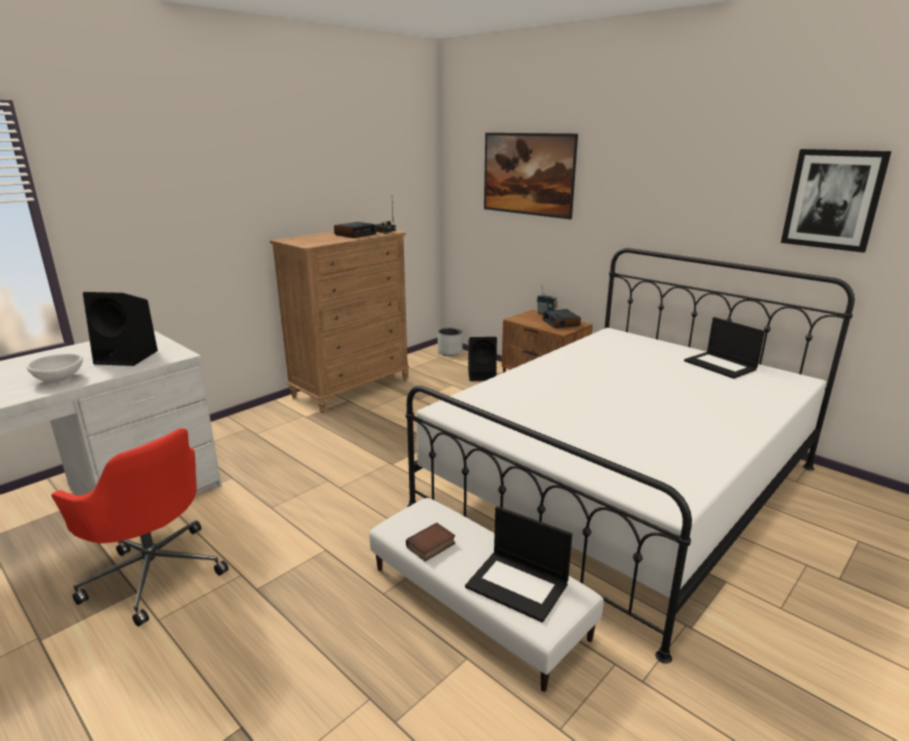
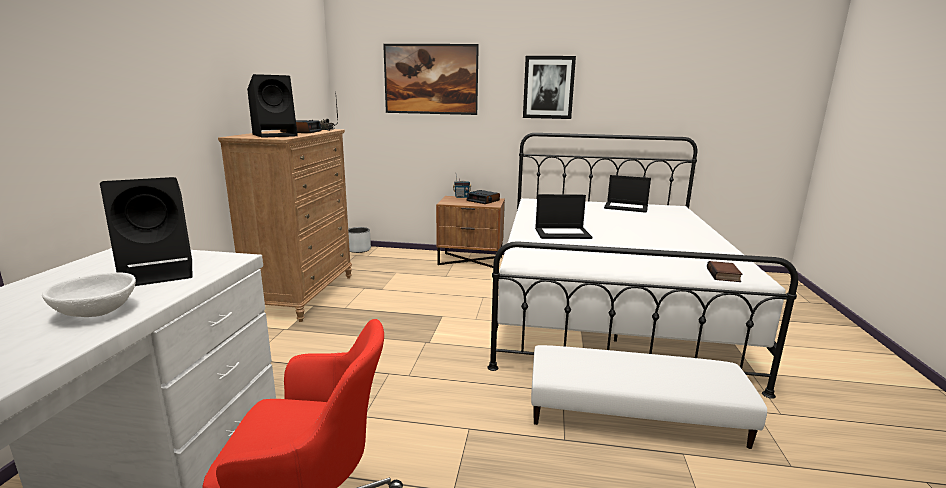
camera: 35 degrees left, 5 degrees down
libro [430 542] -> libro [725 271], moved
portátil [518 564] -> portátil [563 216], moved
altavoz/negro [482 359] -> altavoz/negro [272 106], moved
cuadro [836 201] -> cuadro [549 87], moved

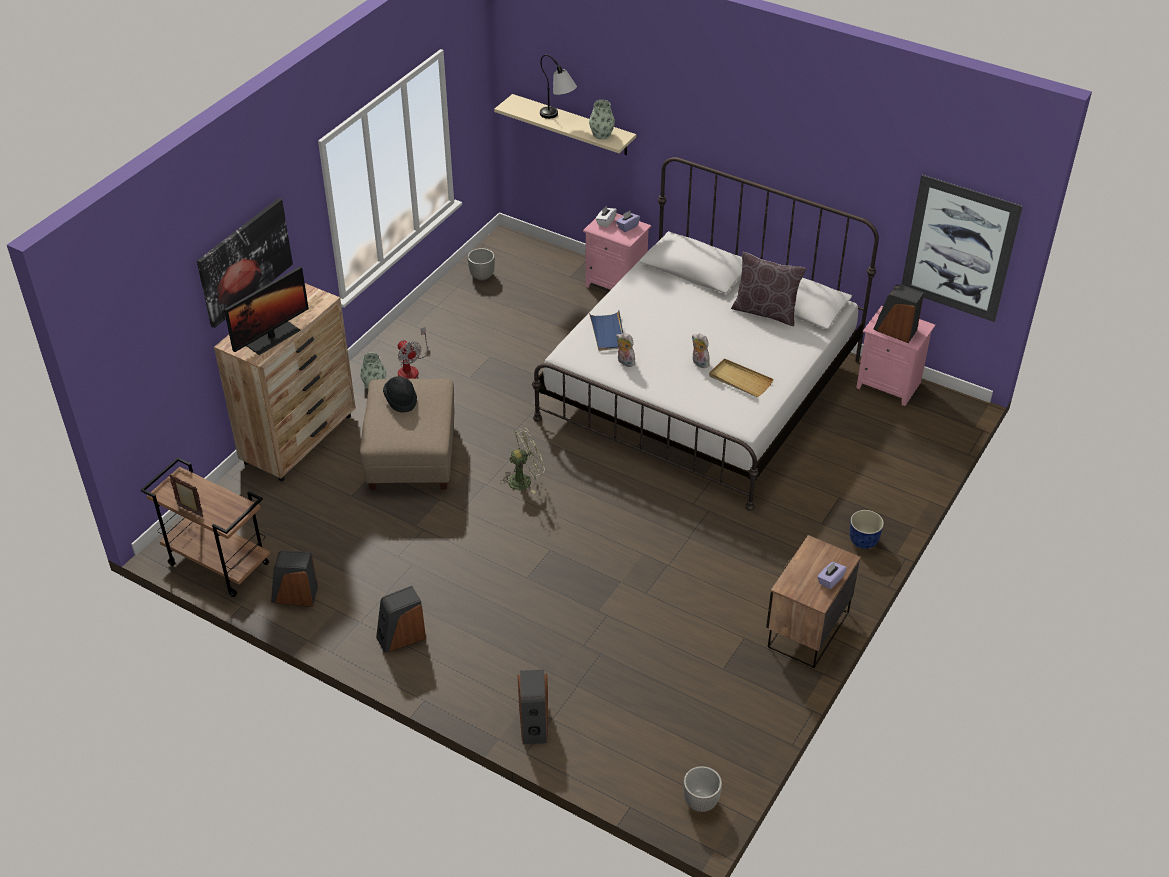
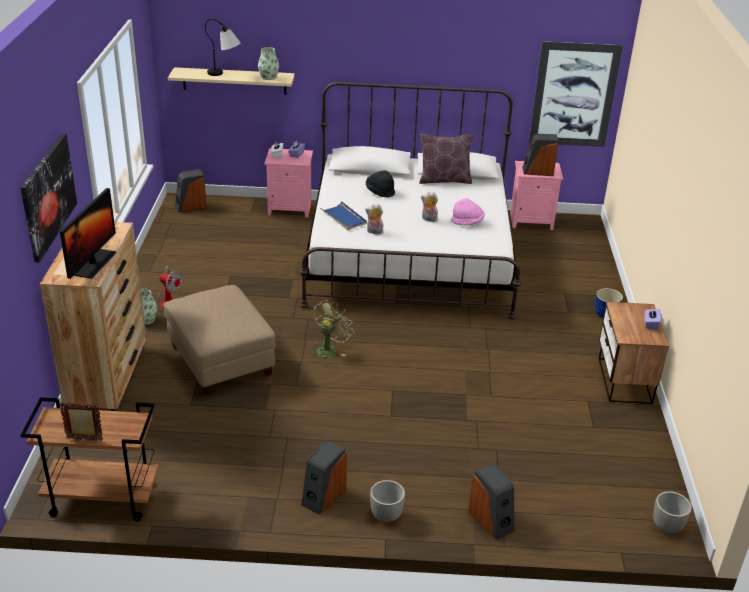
camera: 30 degrees left, 10 degrees down
altavoz [294 579] -> altavoz [191 190], moved
sombrero/negro [400 394] -> sombrero/negro [380 184], moved
maceta [481 264] -> maceta [387 501], moved
bandeja/beis [741 377] -> sombrero/rosa [468 212]

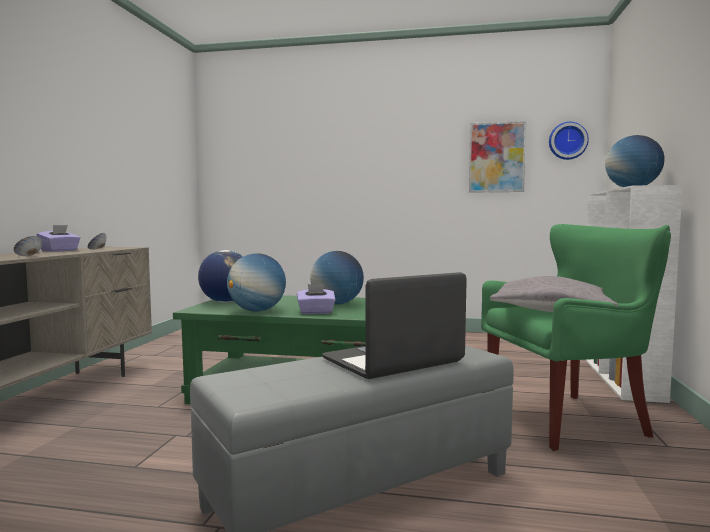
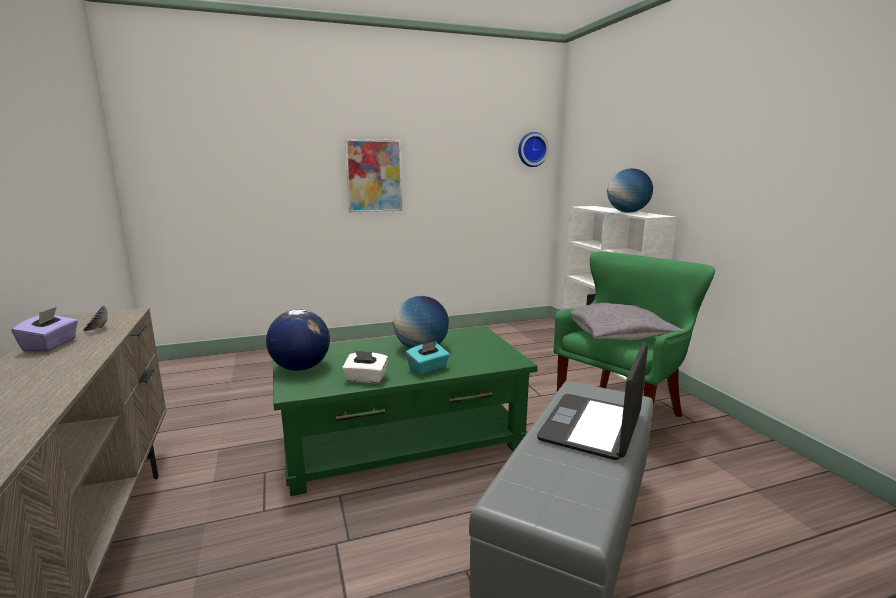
camera: 30 degrees left, 10 degrees up
cuenco [28 246] -> none
cuadro [497 157] -> cuadro [373 175], moved
globo terráqueo [256 282] -> caja de pañuelos/blanco [365 366]
caja de pañuelos/morado [316 299] -> caja de pañuelos/turquesa [428 358]

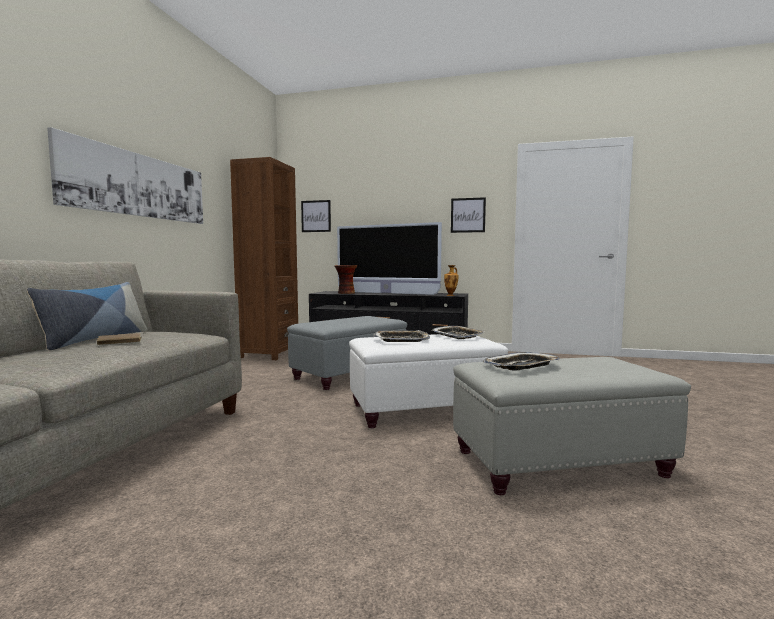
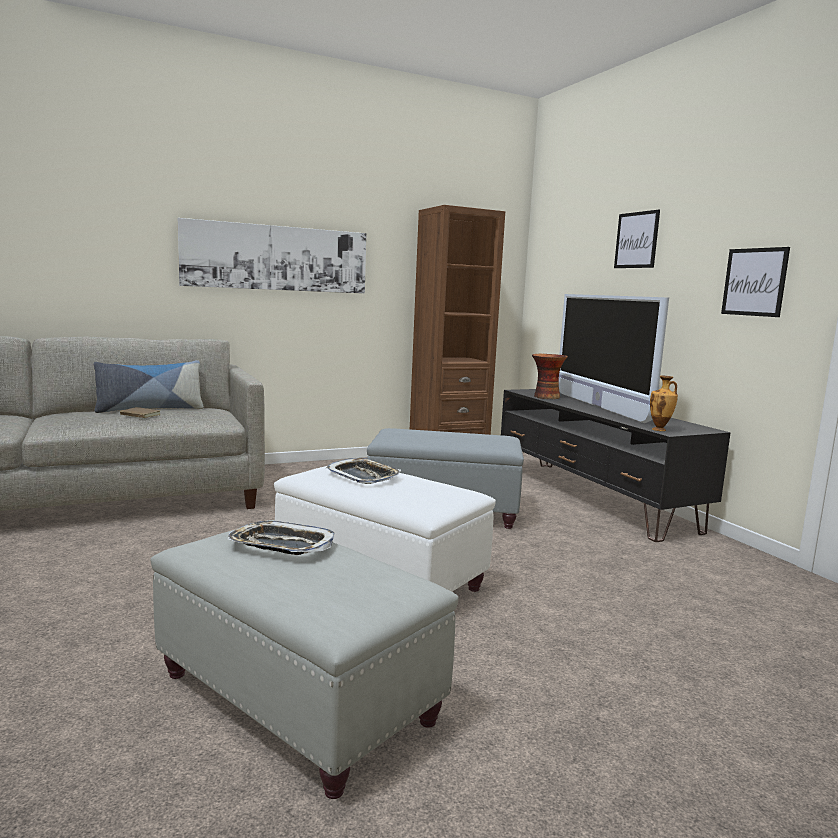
camera: 50 degrees right, 5 degrees up
bandeja [458 332] -> none
cuadro [316 216] -> cuadro [637 239], moved

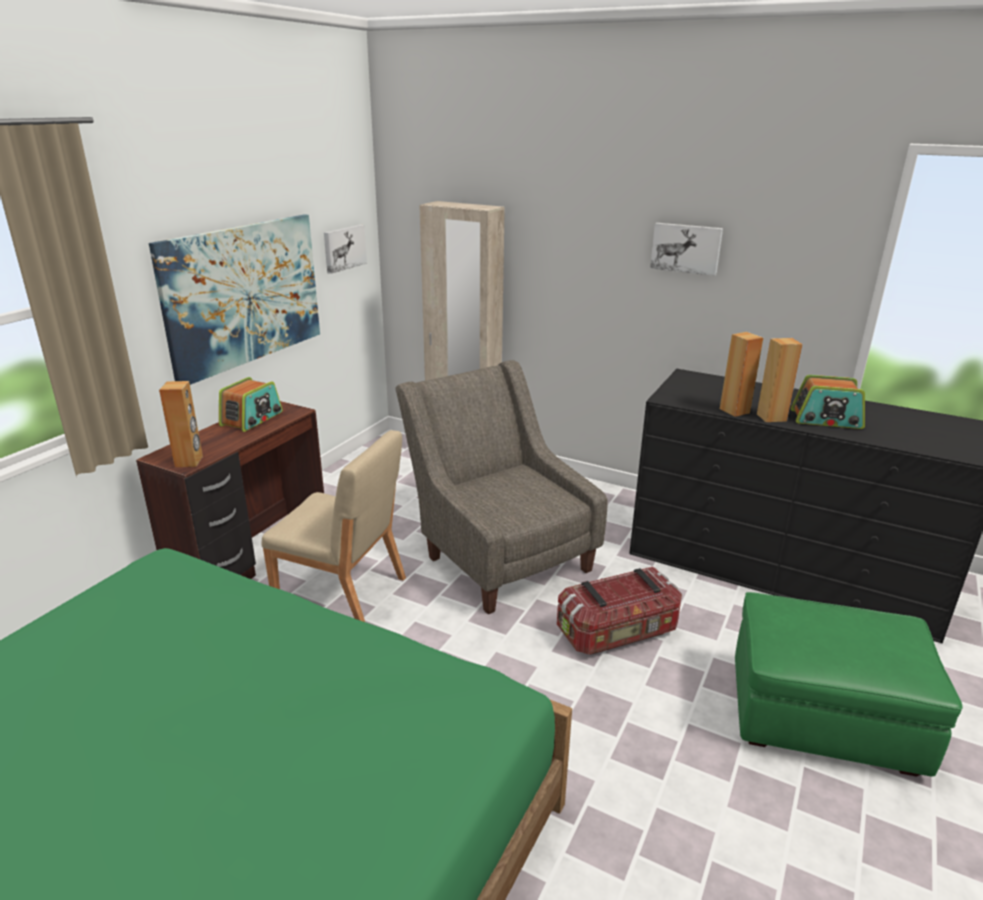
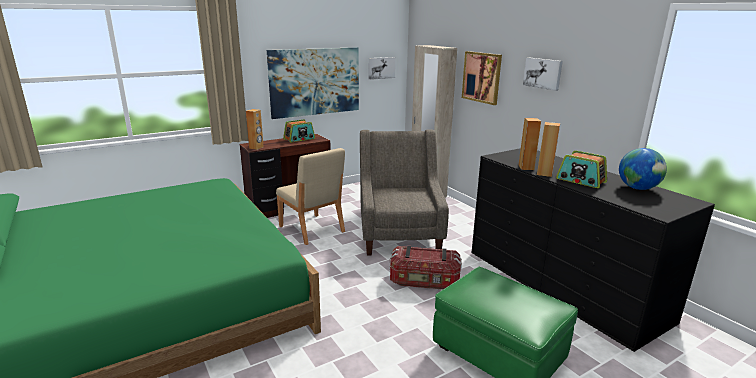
camera: 30 degrees right, 5 degrees down
none -> cuadro [482 78]
none -> globo terráqueo [643 169]

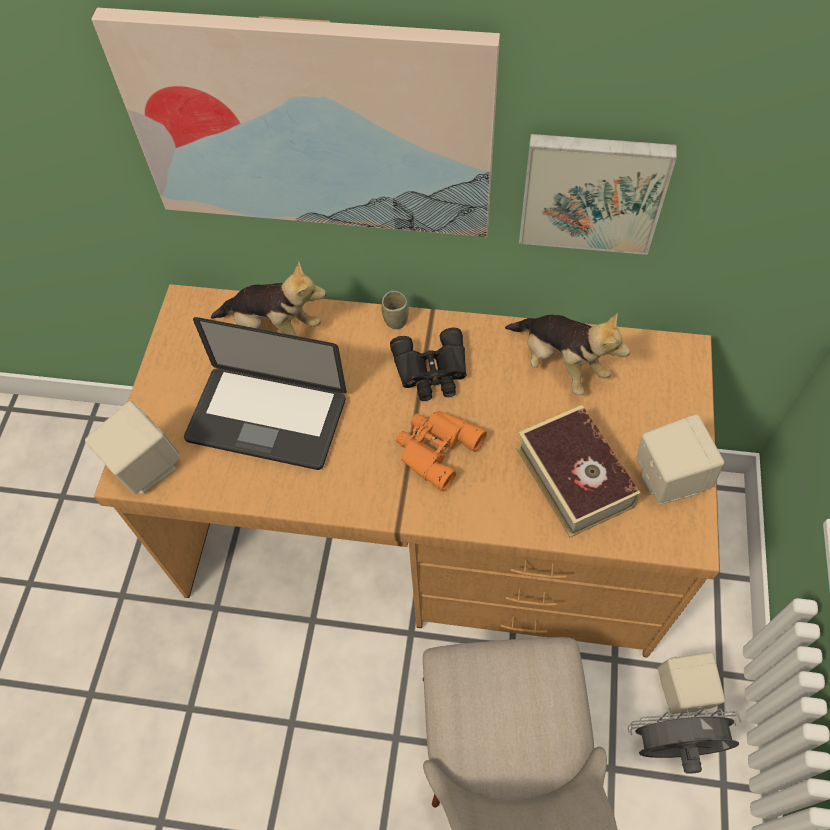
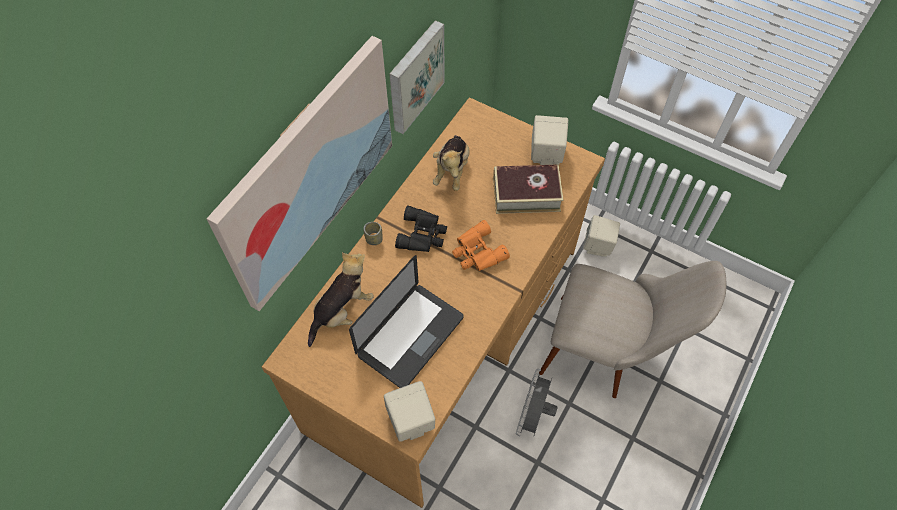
camera: 70 degrees left, 0 degrees up
ventilador/gris [684 741] -> ventilador/gris [537 402], moved
peluche [567 354] -> peluche [451 163], 120 degrees clockwise

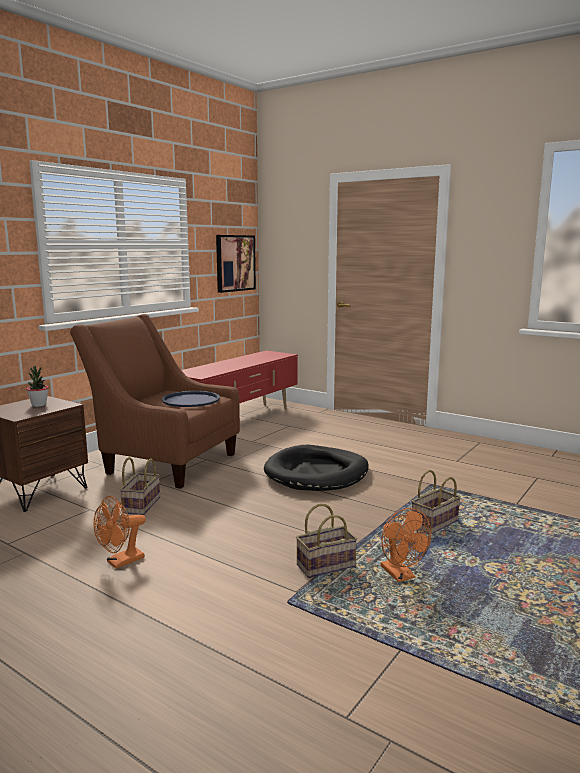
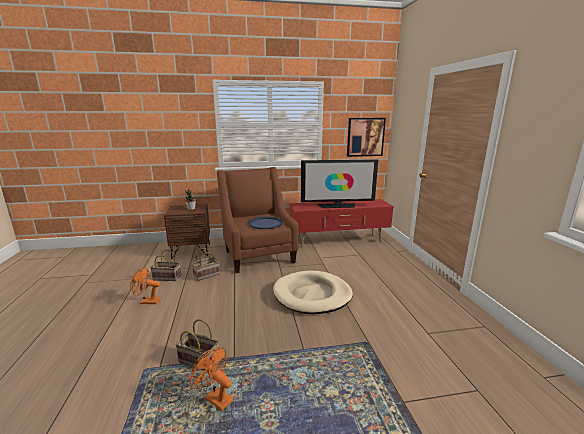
camera: 45 degrees right, 5 degrees up
none -> televisor [339 183]
cesta [436 502] -> cesta [165 265], moved
cama para perro/negro [316 468] -> cama para perro/beis [313 292]
ventilador/naranja [405 545] -> ventilador/naranja [211 379], 105 degrees clockwise

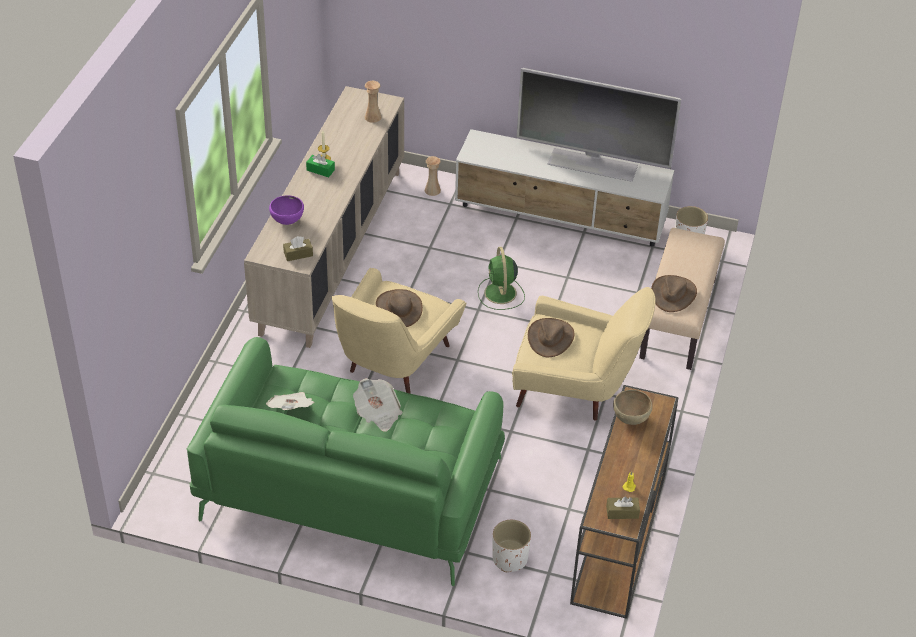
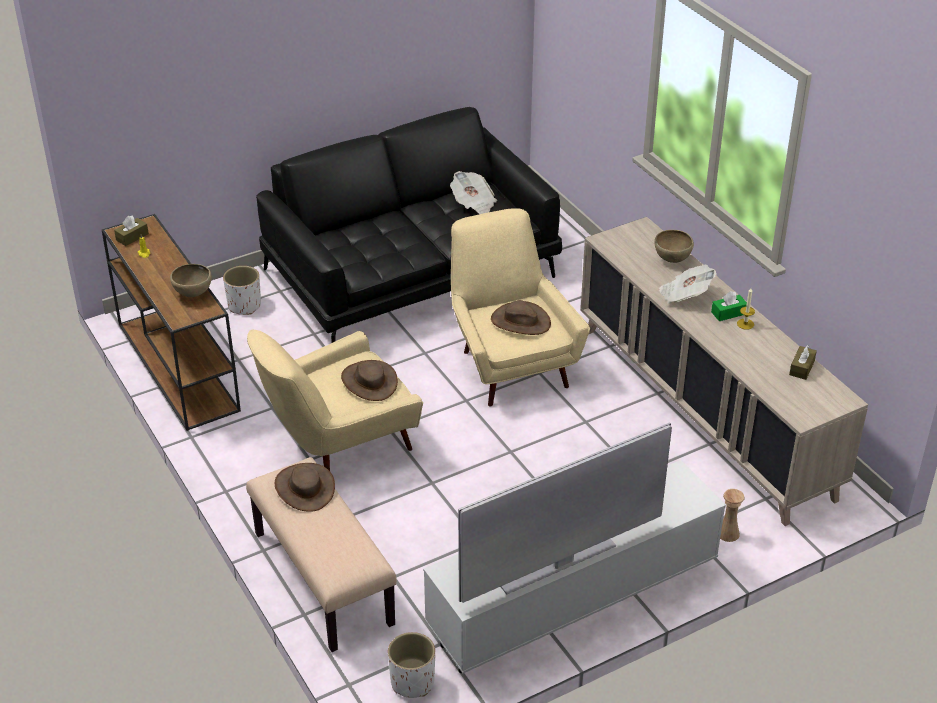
camera: 135 degrees right, 5 degrees down
florero/beis [373 102] -> none
ventilador/verde [501 278] -> none
caja de pañuelos/marrón [298 248] -> caja de pañuelos/marrón [803 362], moved
periódico [378 404] -> periódico [688 284], moved
sofá/verde [346 461] -> sofá/negro [409 225]
cuenco/morado [286 210] -> cuenco/marrón [674 246]

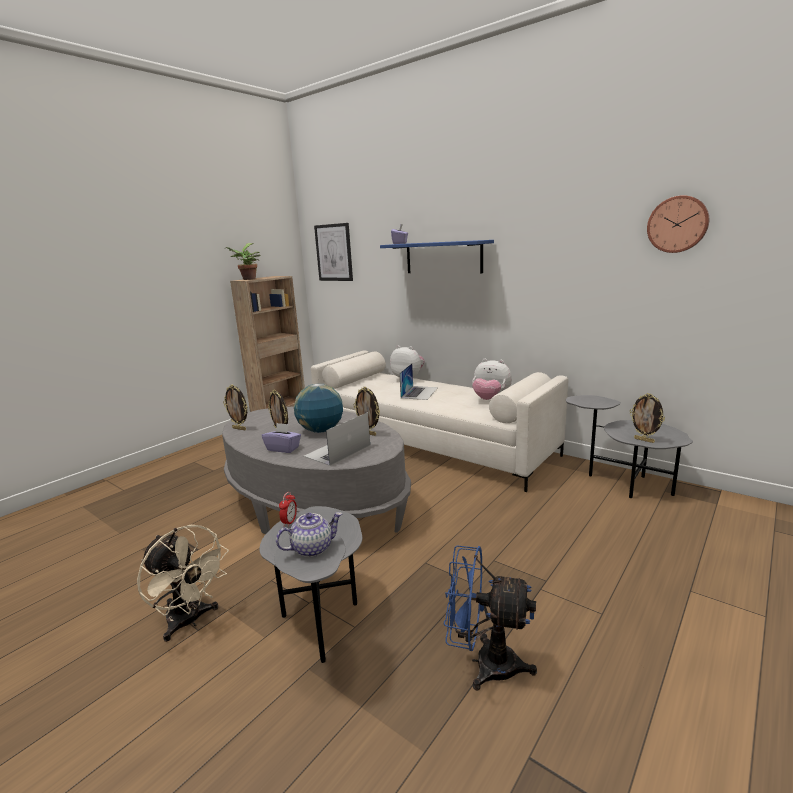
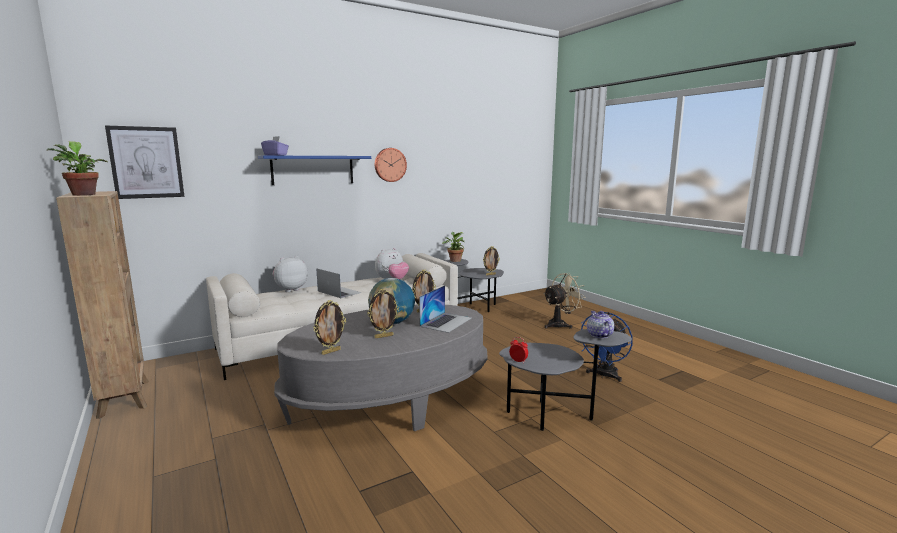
camera: 70 degrees left, 5 degrees down
caja de pañuelos/morado [281 438] -> none
none -> planta en maceta [453 247]
ventilador/beis [183 583] -> ventilador/beis [564 301], moved
reloj de pared [678 224] -> reloj de pared [391 165], moved
portátil [336 439] -> portátil [445 309], 120 degrees counterclockwise

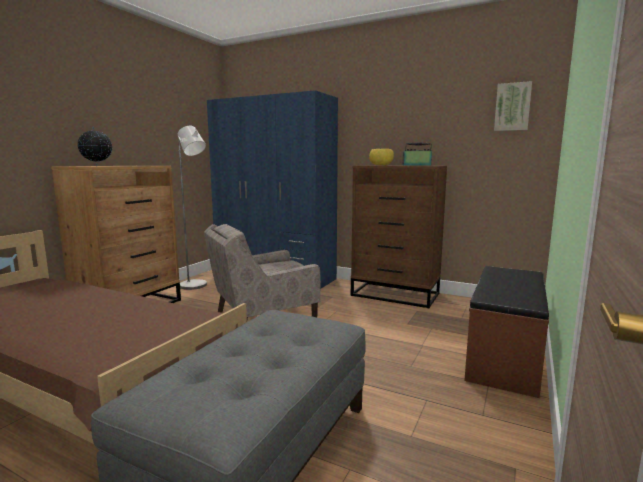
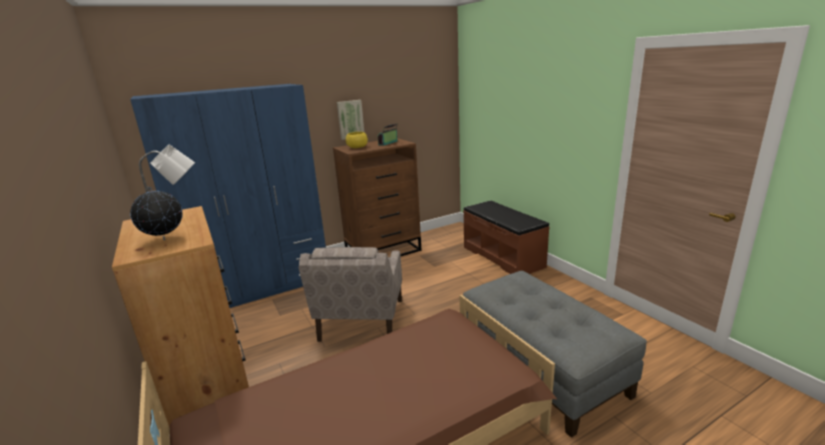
camera: 55 degrees left, 10 degrees up
cuadro [513 106] -> cuadro [350 120], moved

